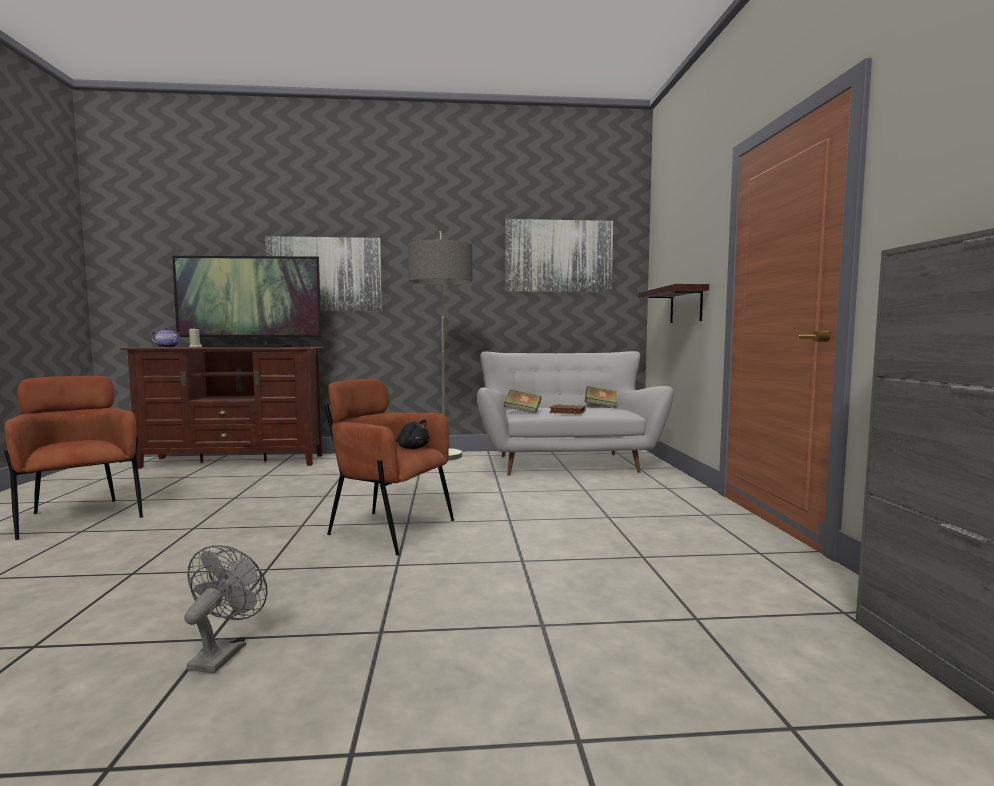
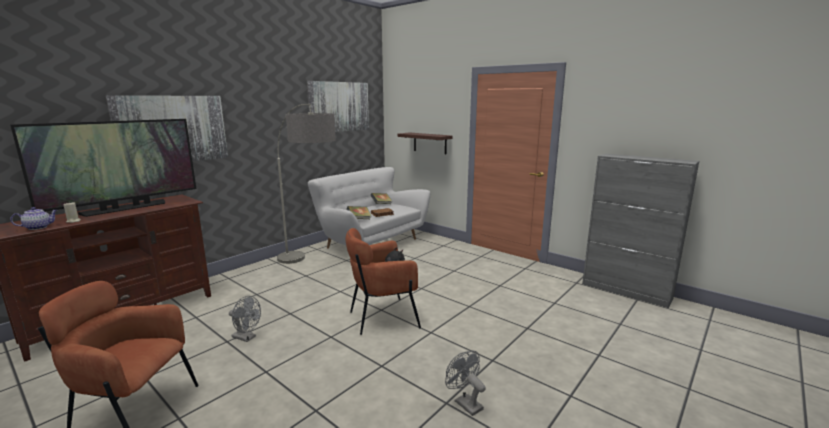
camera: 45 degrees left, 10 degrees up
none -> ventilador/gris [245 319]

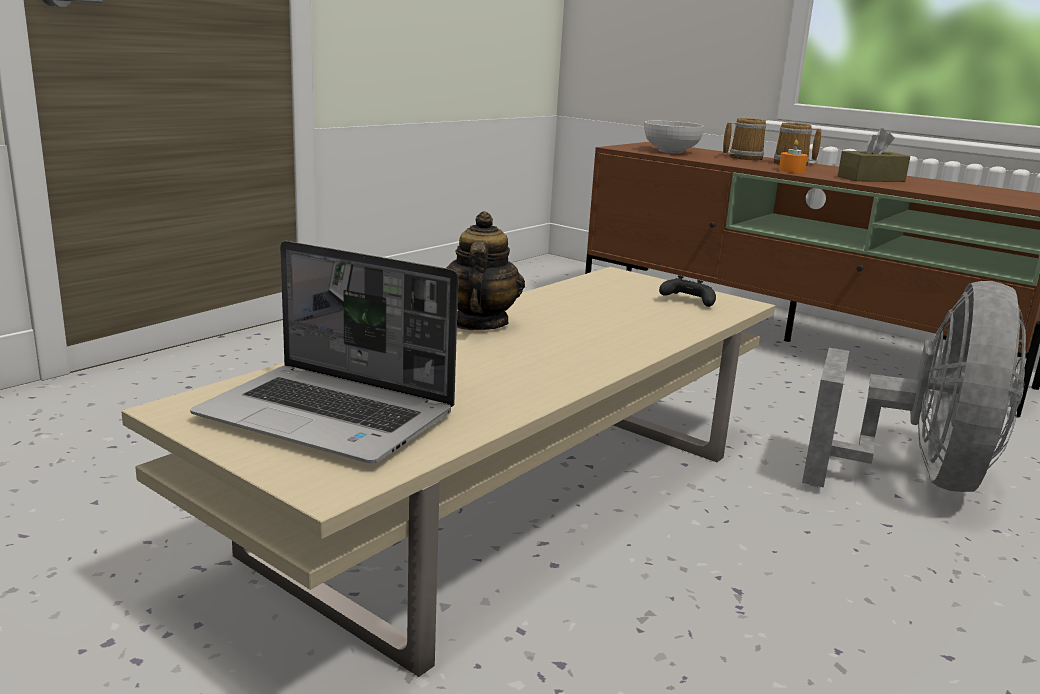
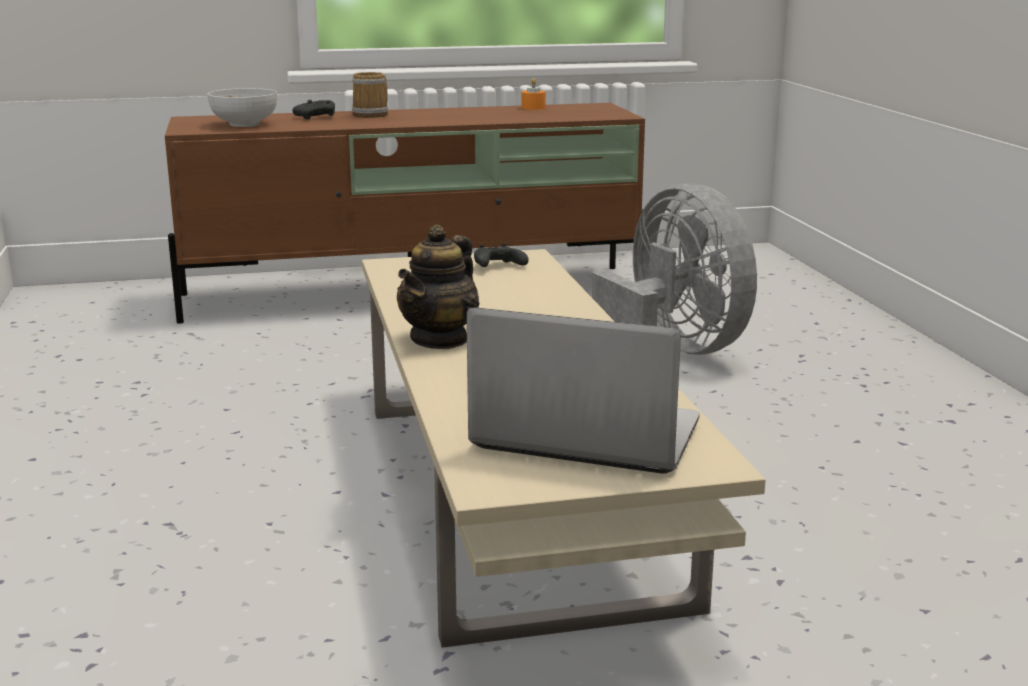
camera: 50 degrees left, 0 degrees up
caja de pañuelos/marrón [874 155] -> none
vela/naranja [793 156] -> vela/naranja [533 94], moved
taza grande [744 139] -> mando de consola/negro [313 110]
portátil [324 352] -> portátil [583 390], 135 degrees counterclockwise
tetera [486 270] -> tetera [438 286], 105 degrees counterclockwise

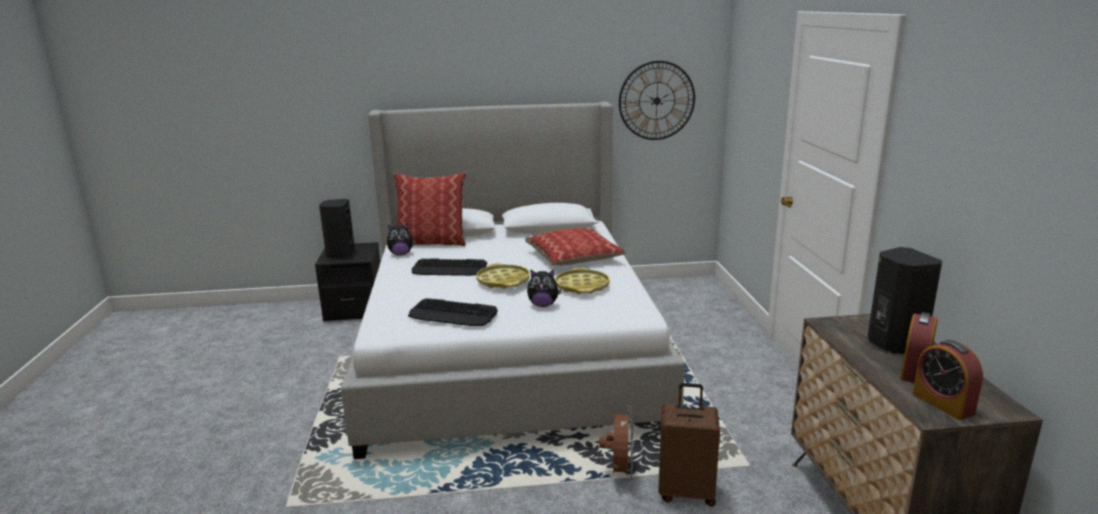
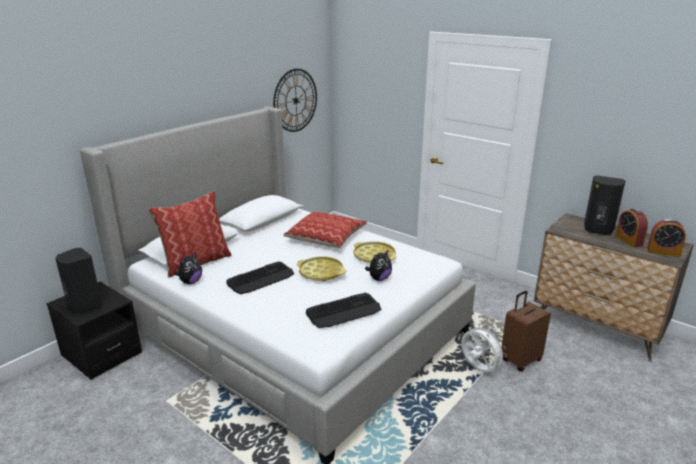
camera: 45 degrees left, 5 degrees up
ventilador/marrón [616 444] -> ventilador/blanco [484 348]

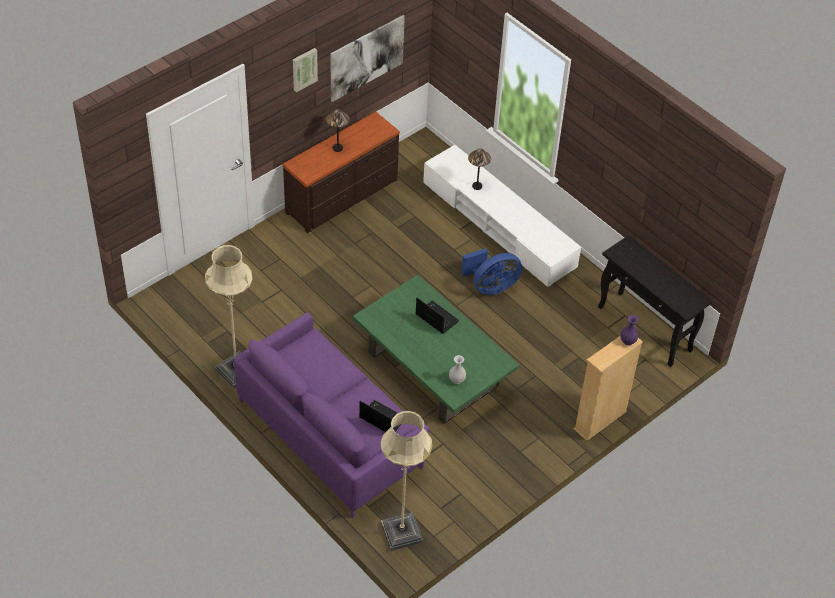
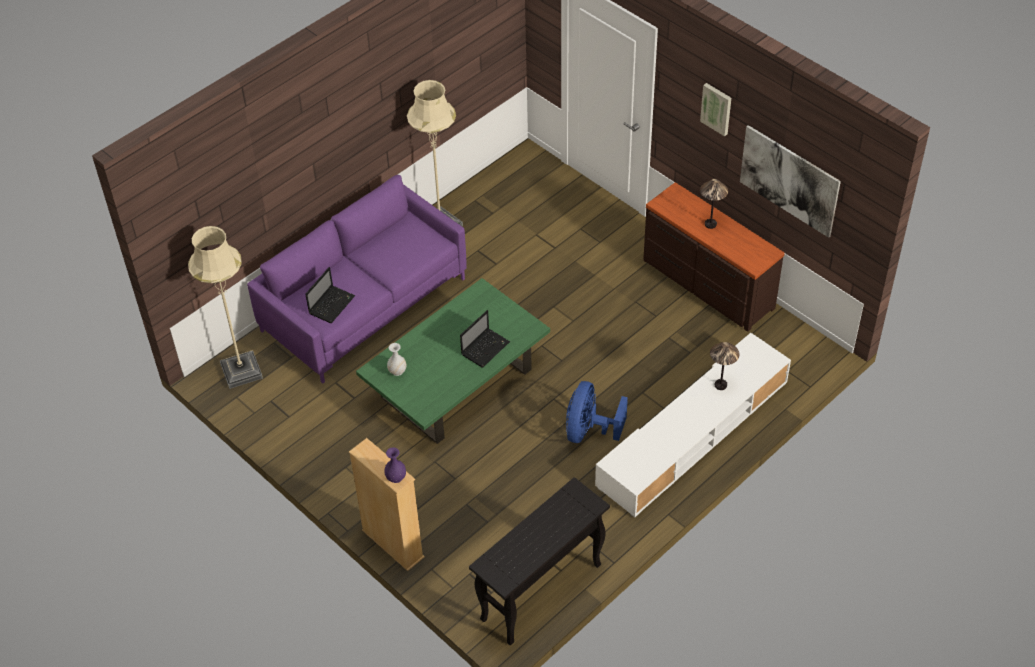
camera: 90 degrees right, 0 degrees up
ventilador/azul [491 271] -> ventilador/azul [597 412], 45 degrees clockwise

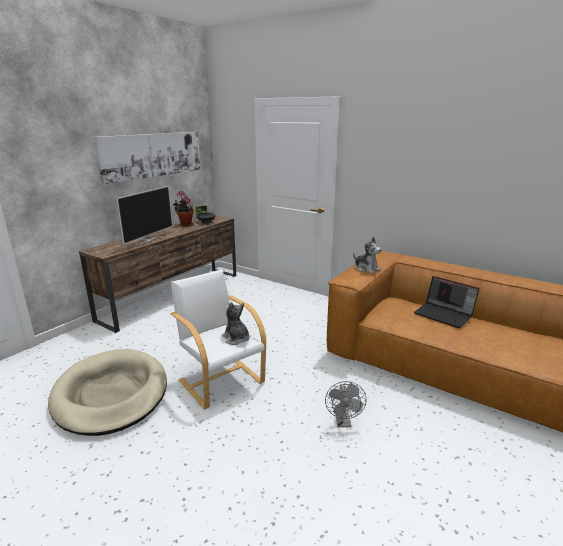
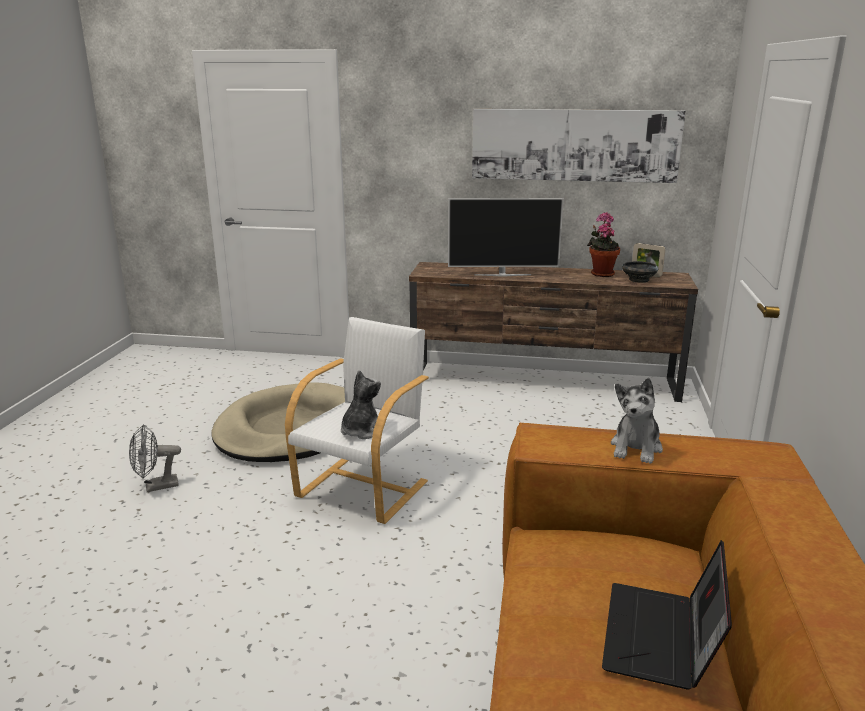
camera: 65 degrees right, 0 degrees up
ventilador/gris [346 404] -> ventilador/gris [155 458], moved

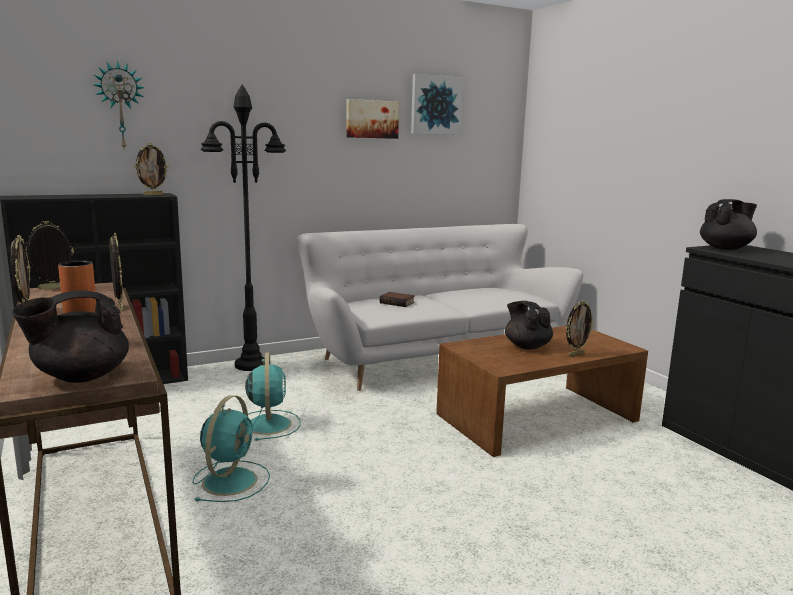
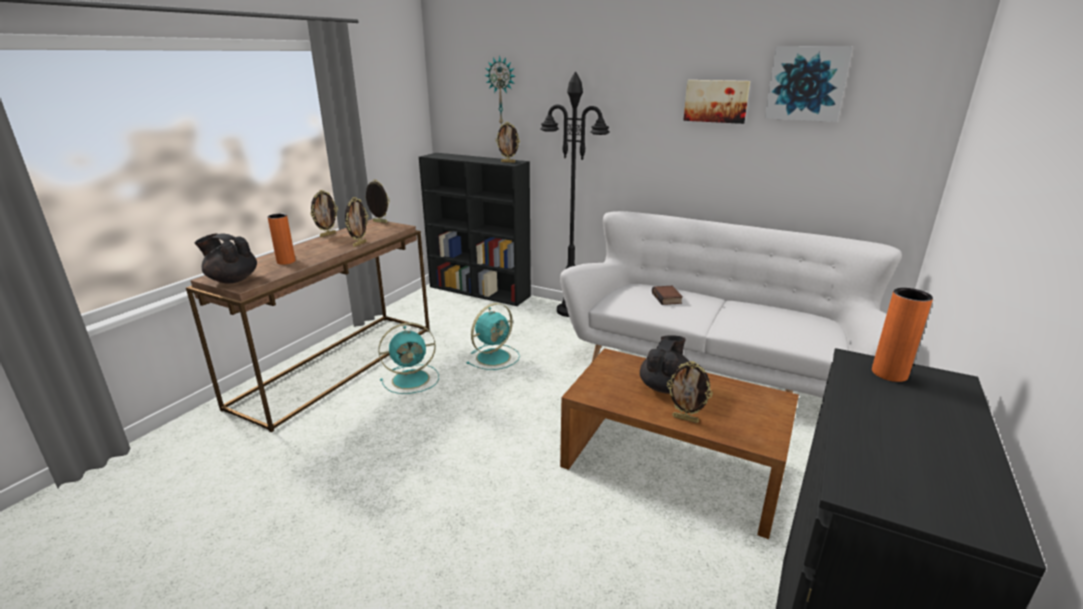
camera: 55 degrees right, 10 degrees up
tetera/negro [728 224] -> florero/naranja [902 335]

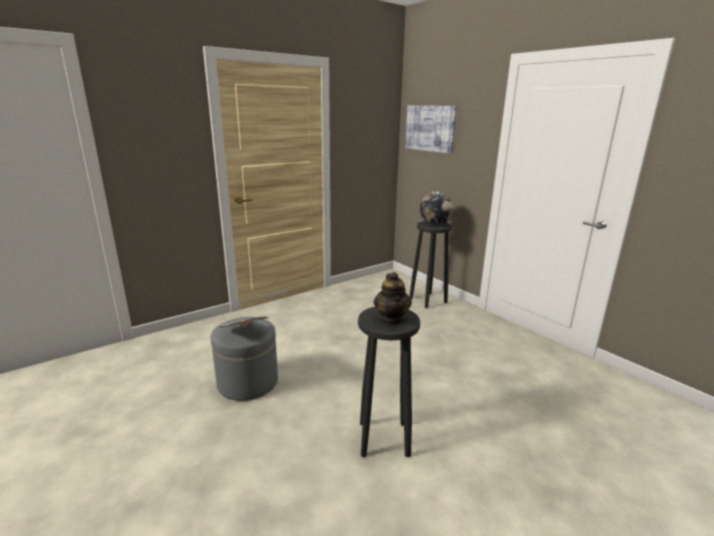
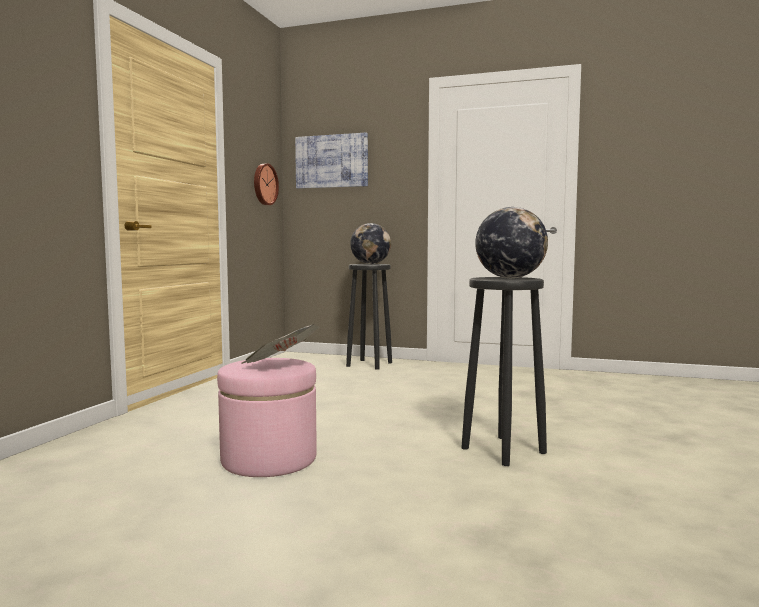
camera: 35 degrees left, 15 degrees down
none -> reloj de pared [266 184]
tetera [392 298] -> globo terráqueo [511 242]
puf/gris [244 359] -> puf/rosa [267 417]

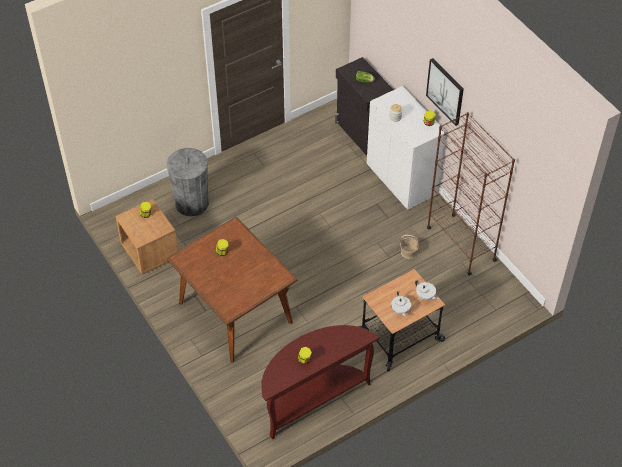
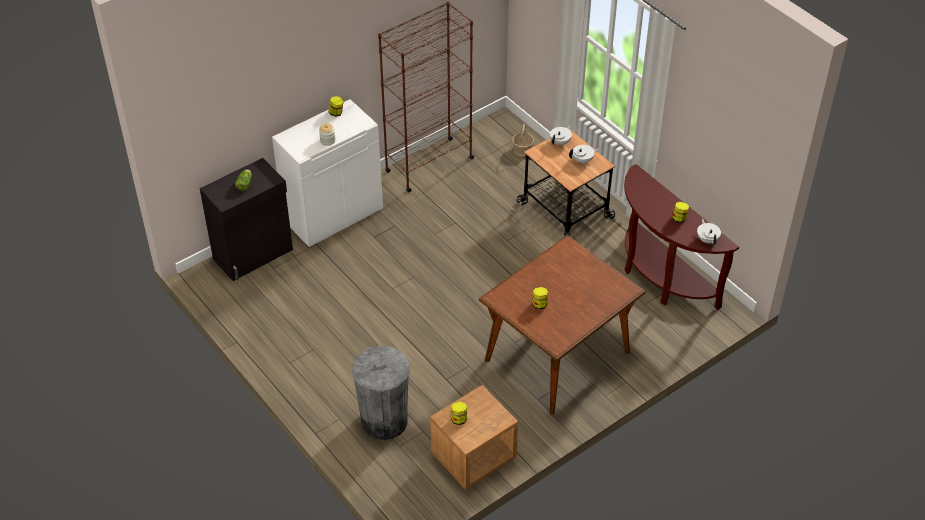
camera: 95 degrees left, 5 degrees down
cuadro [445 92] -> none
none -> tetera/blanco [709 232]
cesta [409 247] -> cesta [523 140], moved

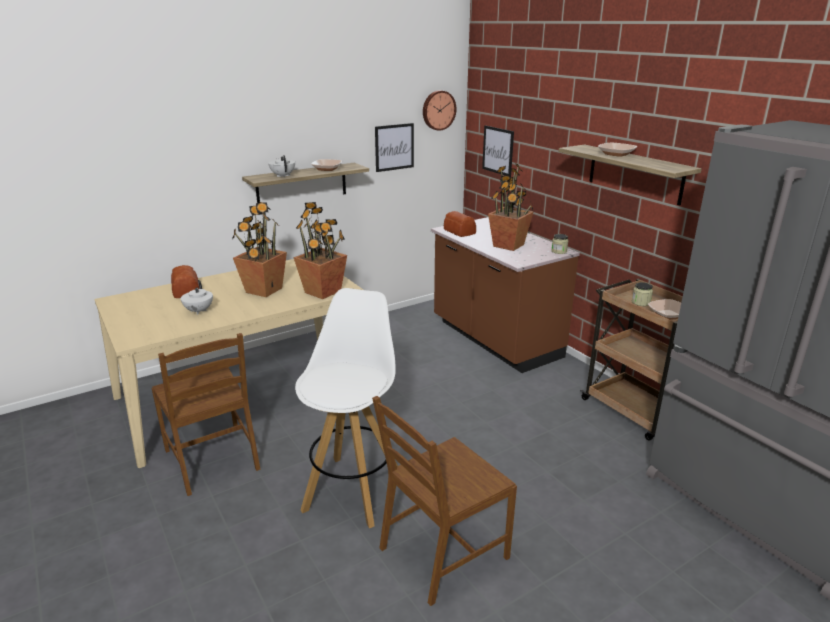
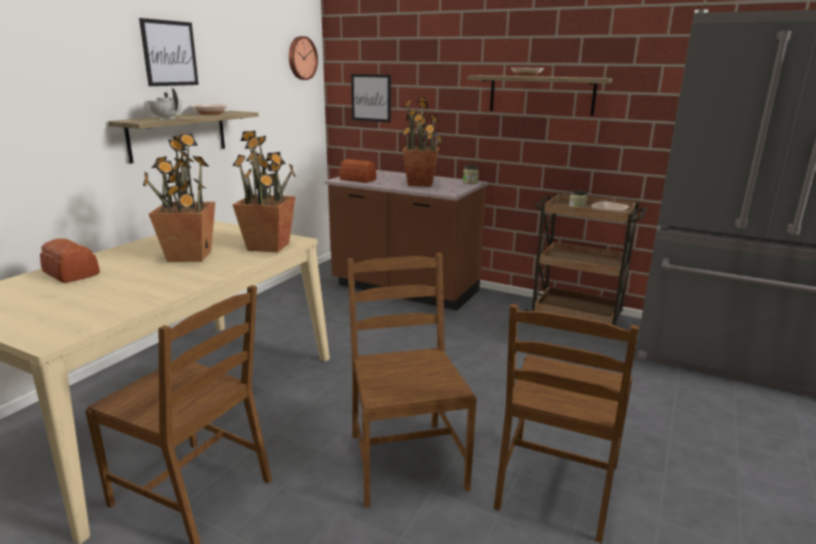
camera: 30 degrees left, 5 degrees down
tetera/blanco [196 297] -> none
cuadro [394 147] -> cuadro [169 52], moved
taburete/blanco [346 408] -> silla/marrón [412 380]

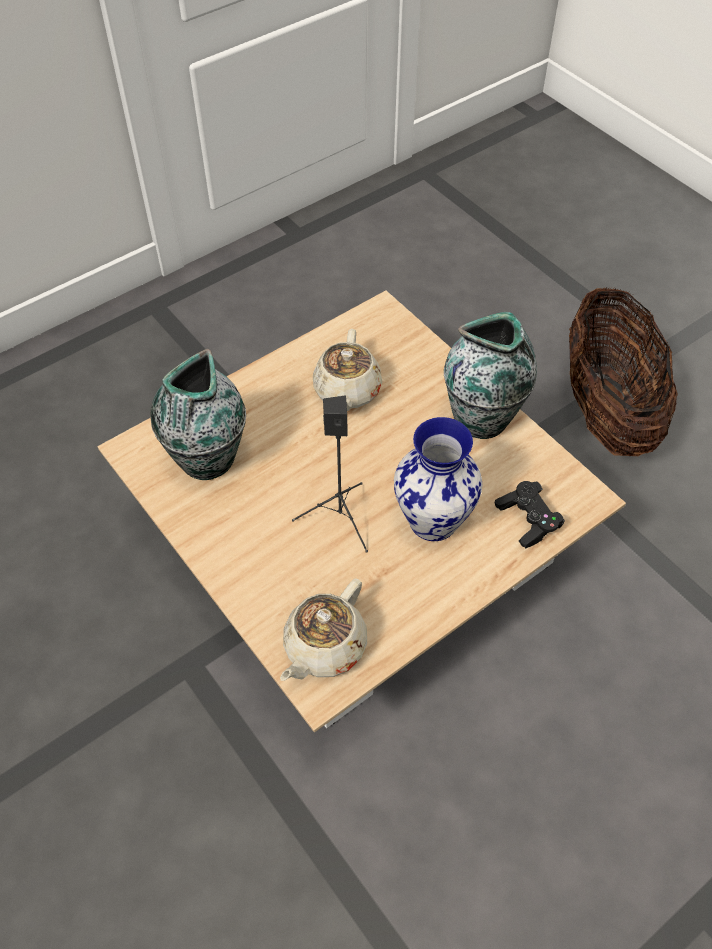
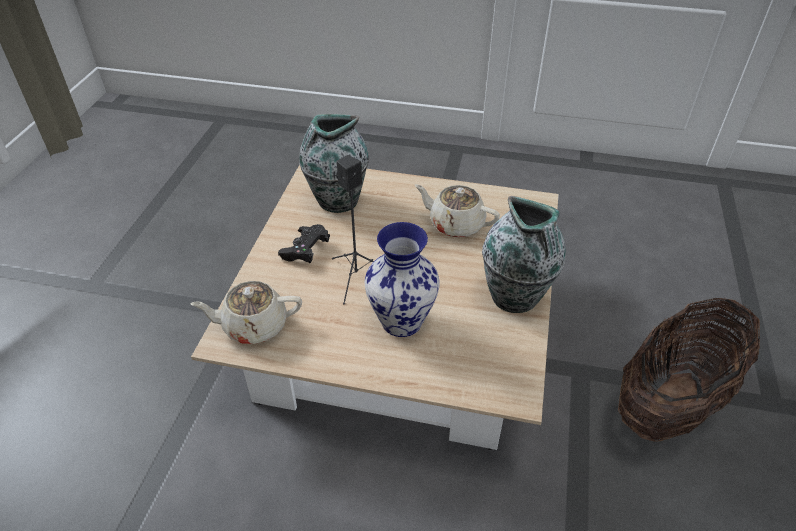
camera: 50 degrees right, 10 degrees down
mando de consola/negro [530 515] -> mando de consola/negro [304 243], moved
tetera/beis [347 370] -> tetera/beis [457 211], 60 degrees clockwise

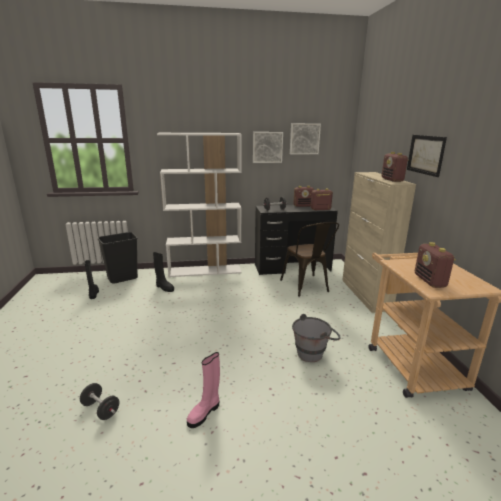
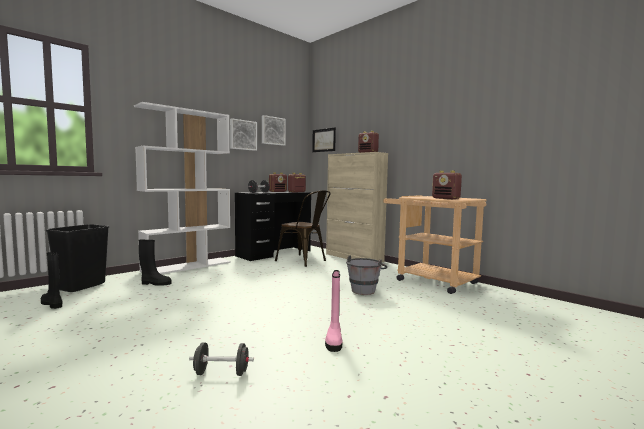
camera: 35 degrees left, 15 degrees down
cuadro [427 156] -> cuadro [324 140], moved

